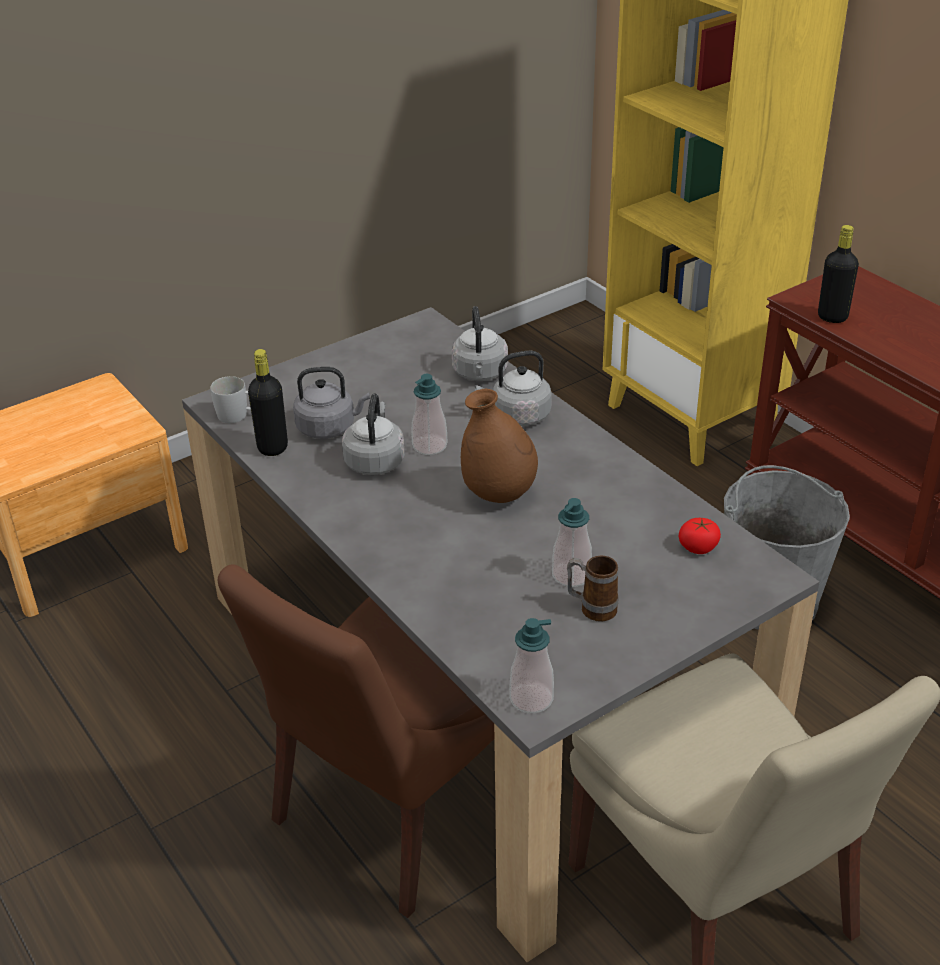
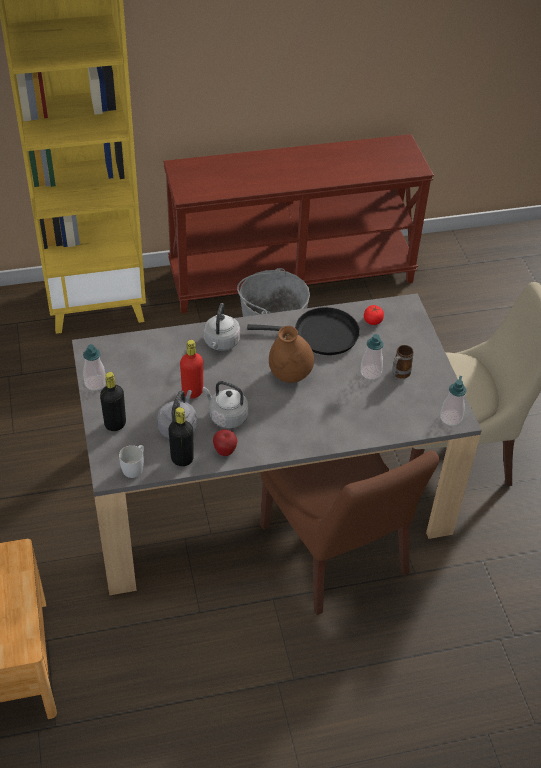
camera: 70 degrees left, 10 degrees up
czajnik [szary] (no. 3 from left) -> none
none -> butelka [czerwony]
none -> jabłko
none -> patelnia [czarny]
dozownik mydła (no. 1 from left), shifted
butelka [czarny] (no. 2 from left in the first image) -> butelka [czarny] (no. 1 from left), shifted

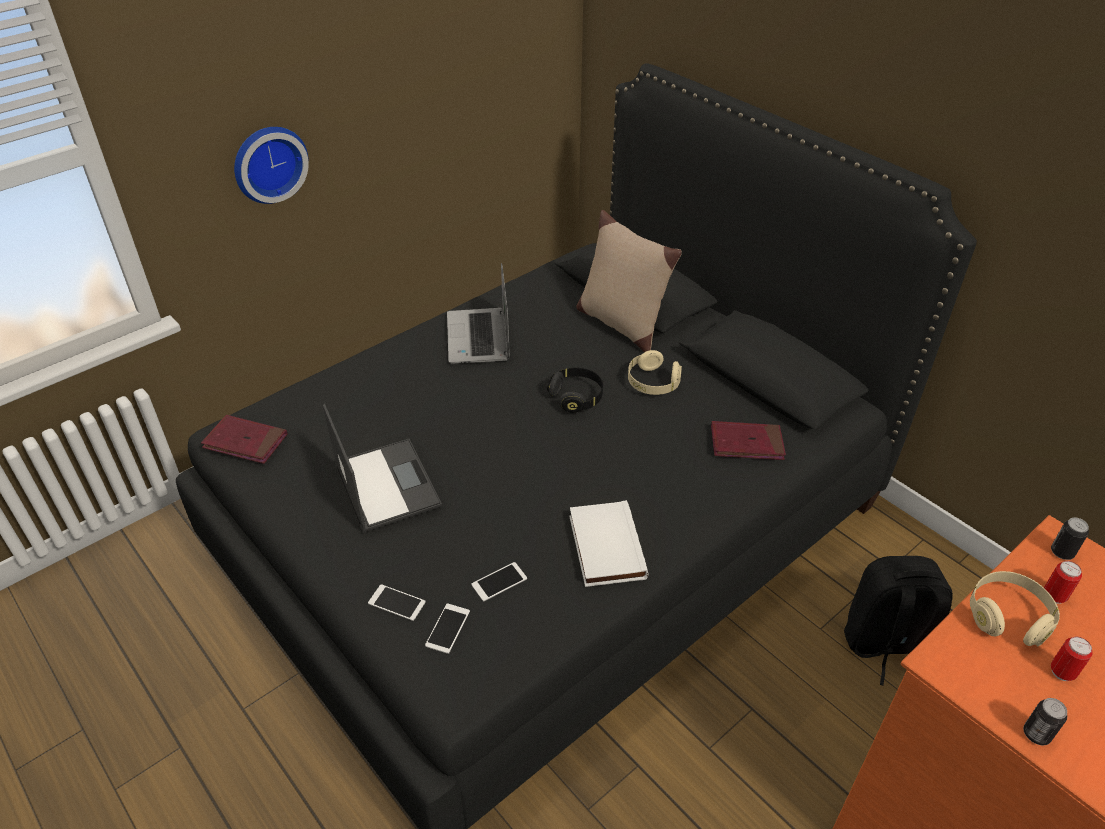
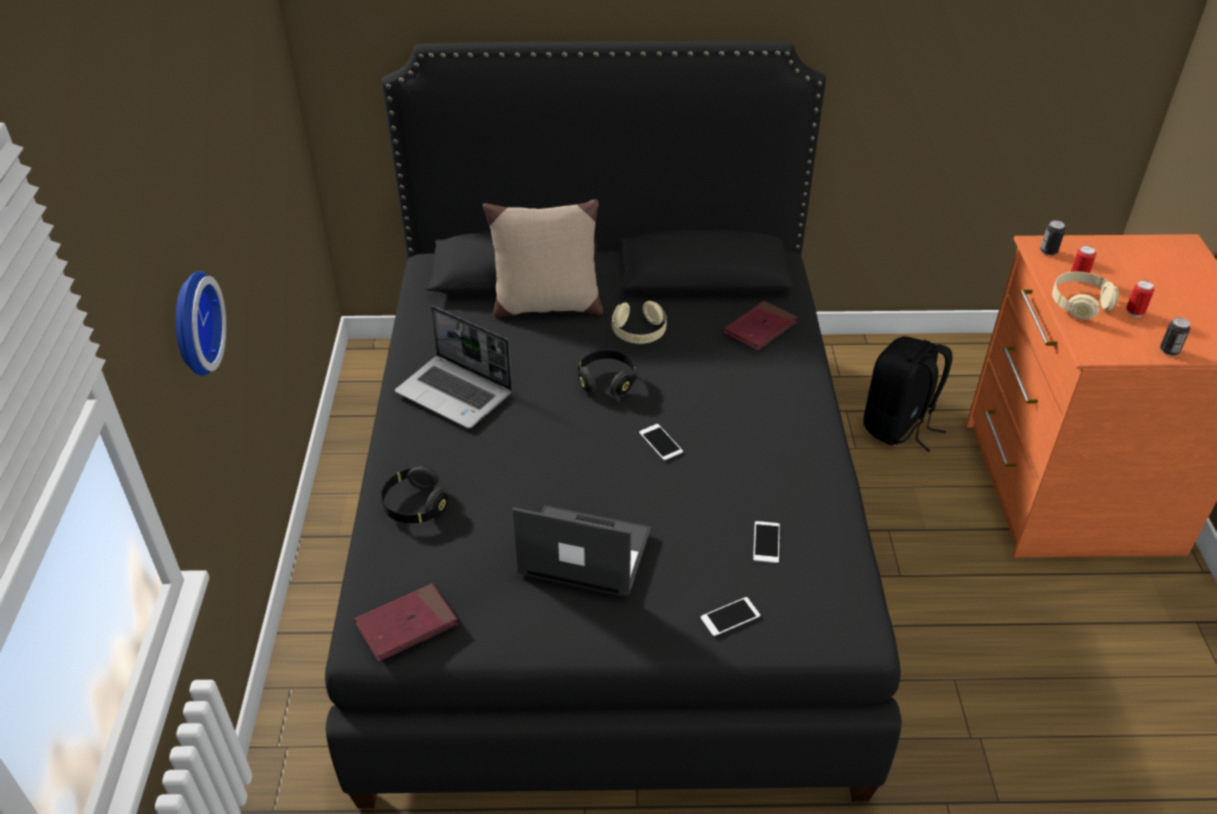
camera: 50 degrees left, 0 degrees up
książka [biały] -> none
none -> słuchawki [czarny] (no. 1 from left)
telefon (no. 2 from left in the first image) -> telefon (no. 1 from left), shifted

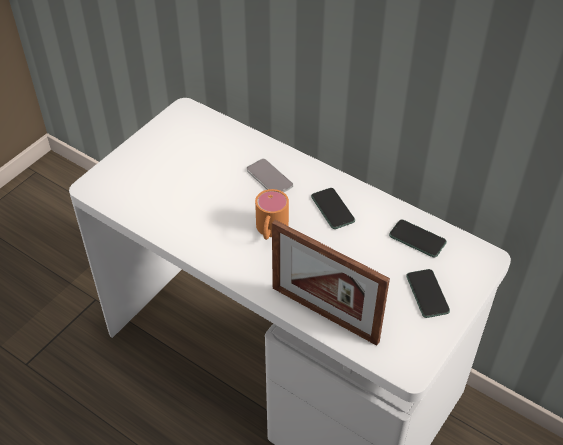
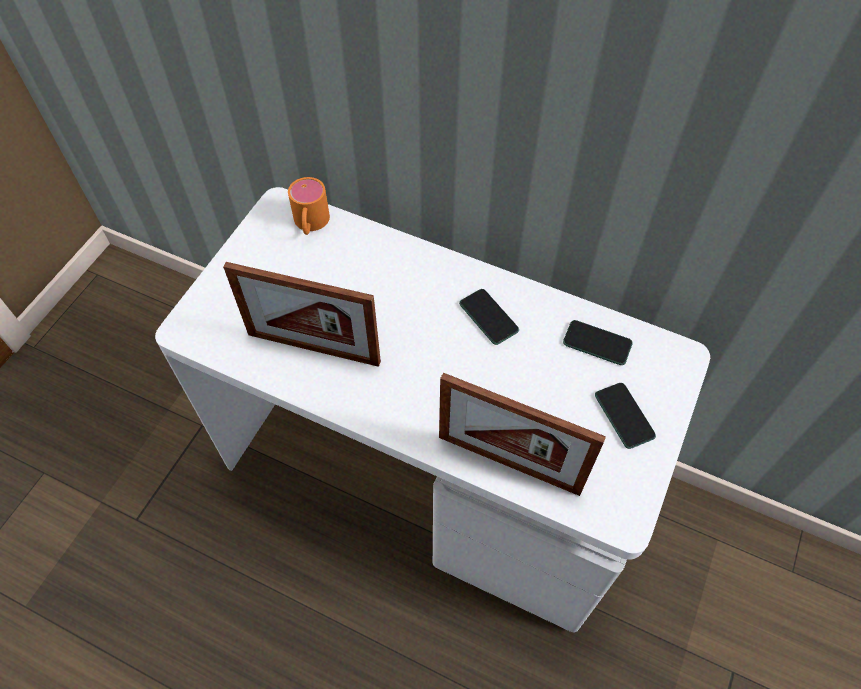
camera: 10 degrees left, 10 degrees up
telefon (no. 1 from left) -> none
none -> ramka na zdjęcie (no. 1 from left)
kubek [pomarańczowy], shifted

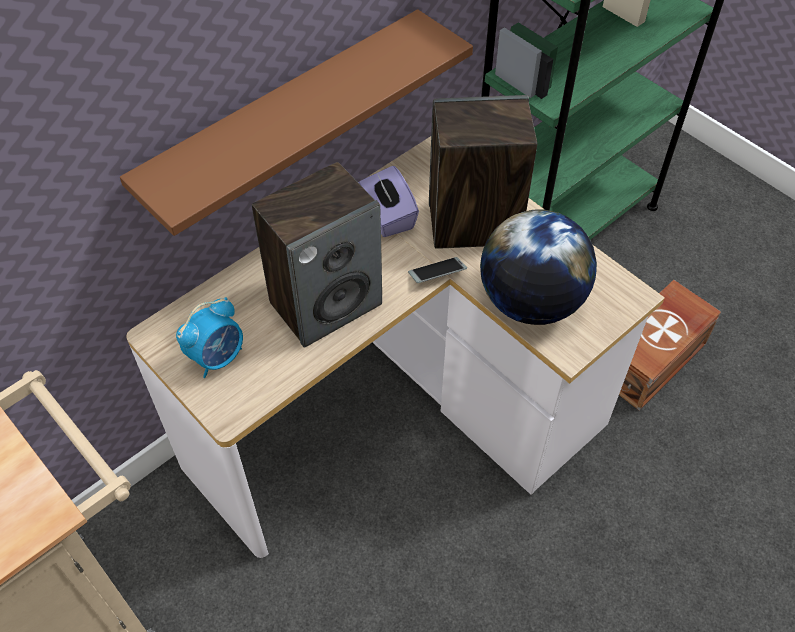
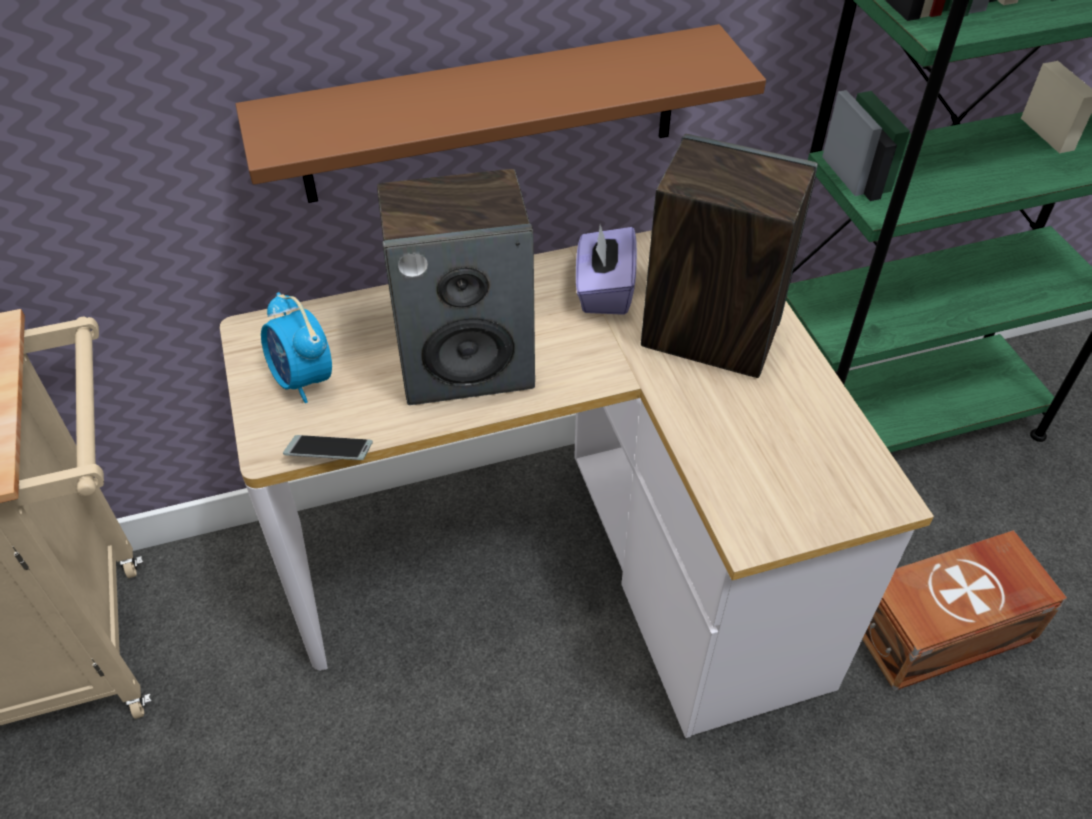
camera: 25 degrees right, 5 degrees down
globus -> none
telefon, shifted
budzik, 75 degrees clockwise

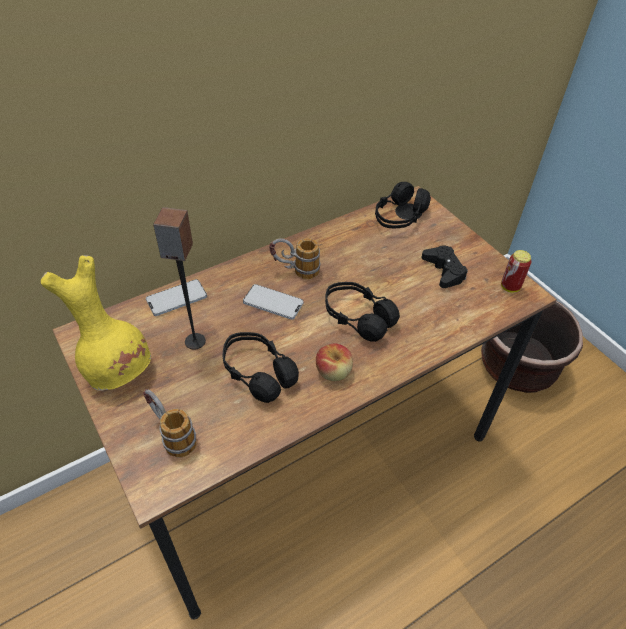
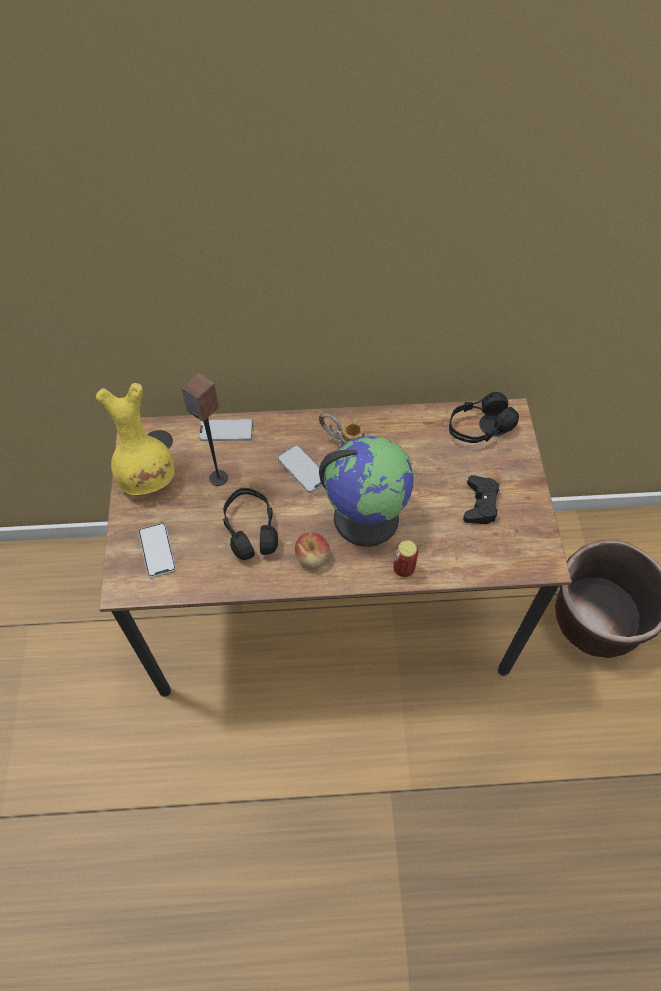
camera: 30 degrees right, 10 degrees up
puszka, shifted
kubek (no. 1 from left) -> telefon (no. 1 from left)
słuchawki [czarny] (no. 2 from left) -> globus

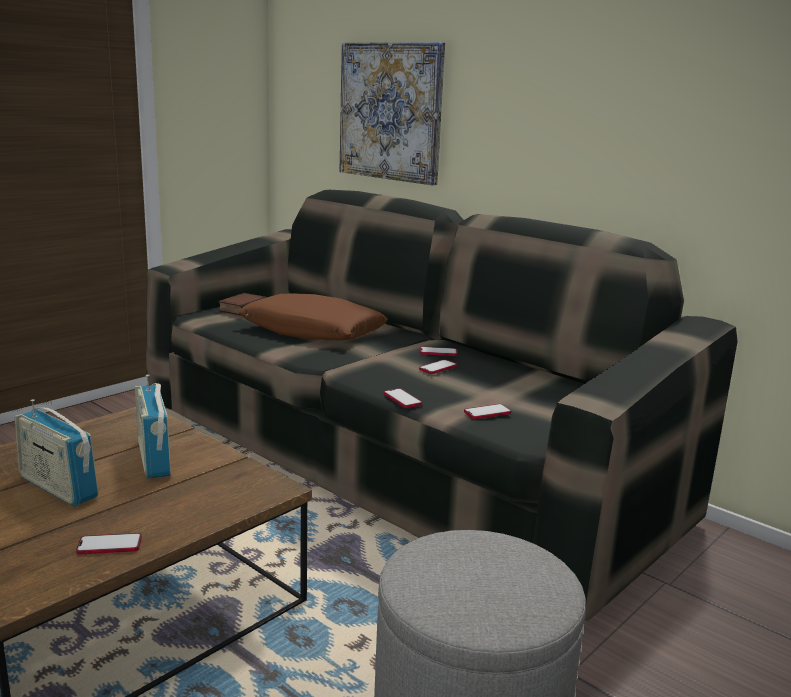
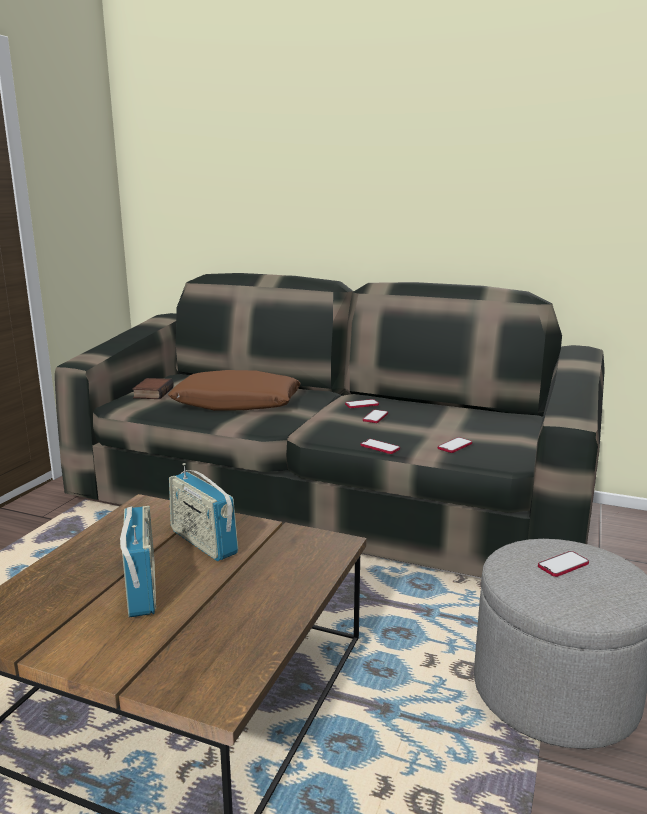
camera: 20 degrees left, 0 degrees up
obraz -> none
telefon (no. 1 from left in the first image) -> telefon (no. 5 from left), shifted
radio (no. 1 from left), 120 degrees counterclockwise

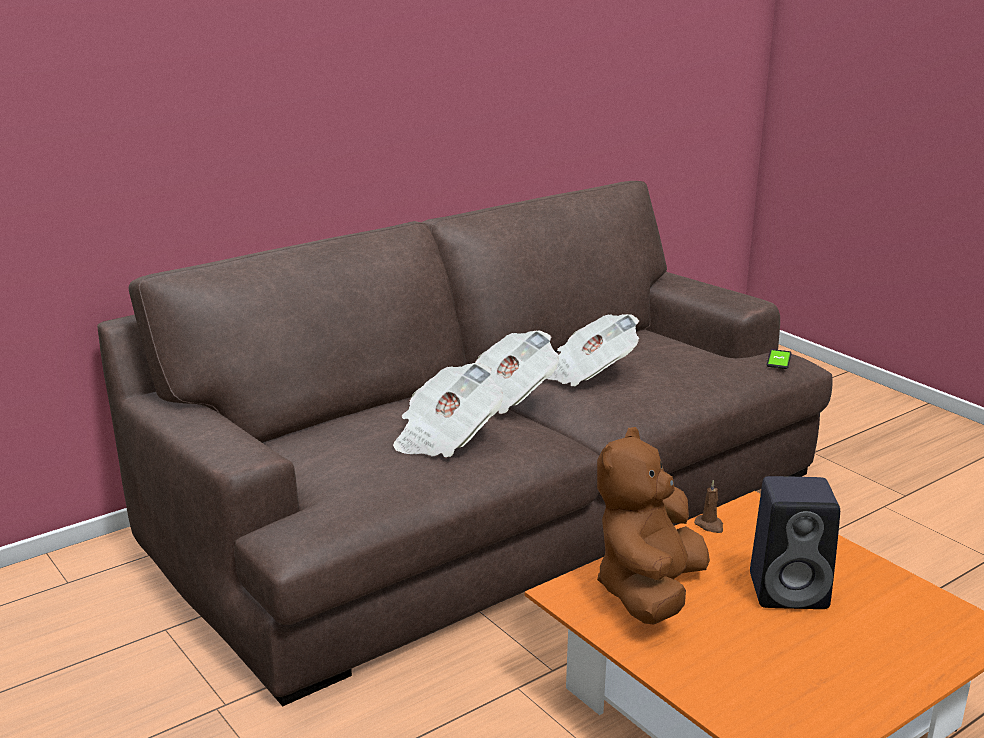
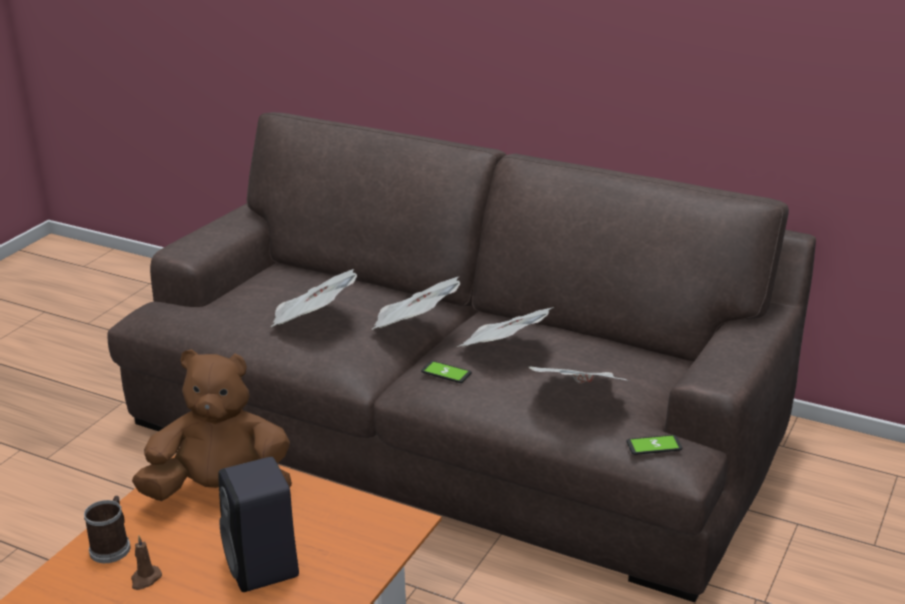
camera: 65 degrees right, 5 degrees up
none -> kubek
none -> telefon (no. 1 from left)
none -> gazeta (no. 4 from left)
świeca [brązowy], shifted

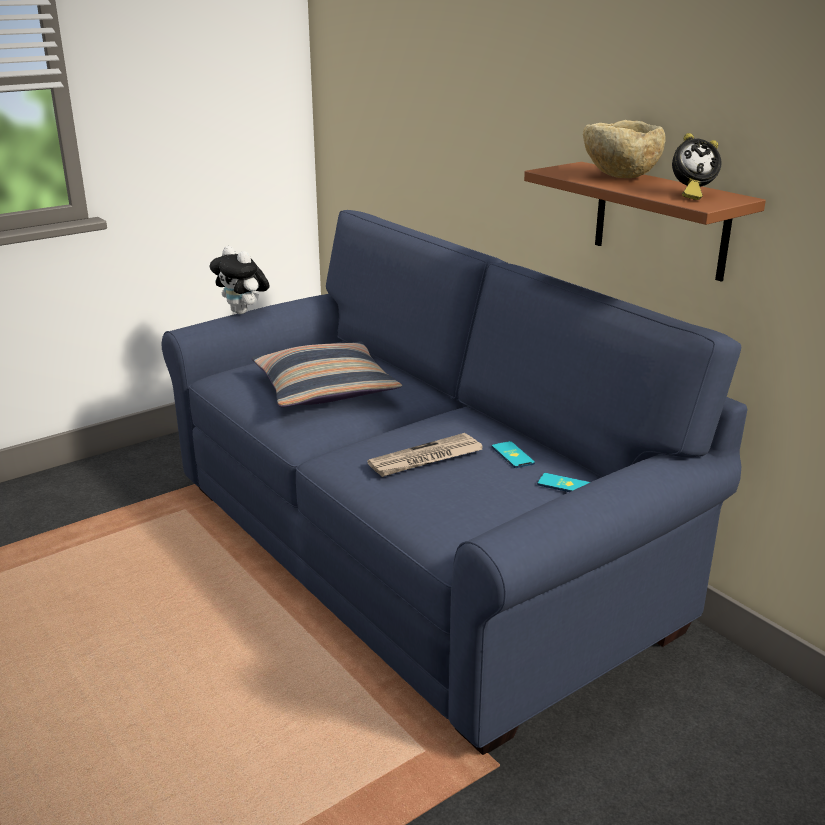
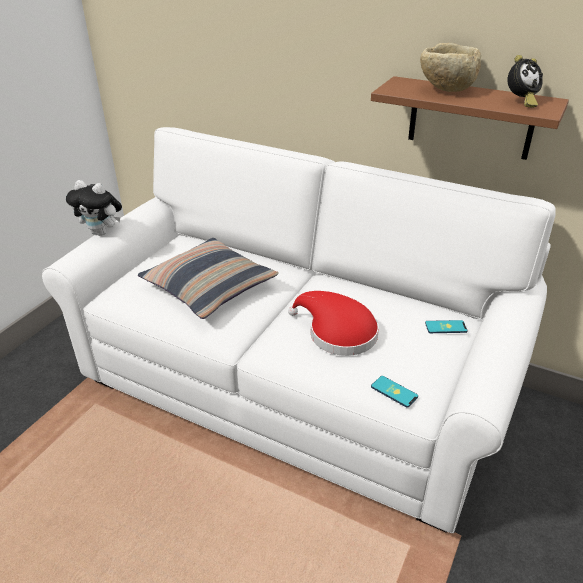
camera: 25 degrees left, 10 degrees up
telefon (no. 1 from left), shifted
gazeta -> kapelusz [czerwony]
kanapa [niebieski] -> kanapa [biały]

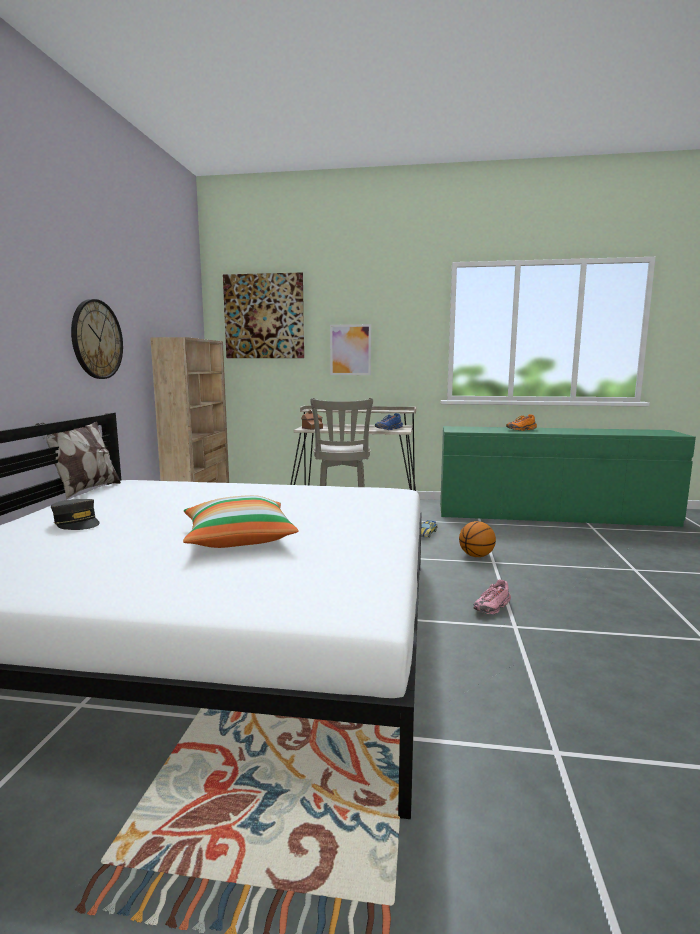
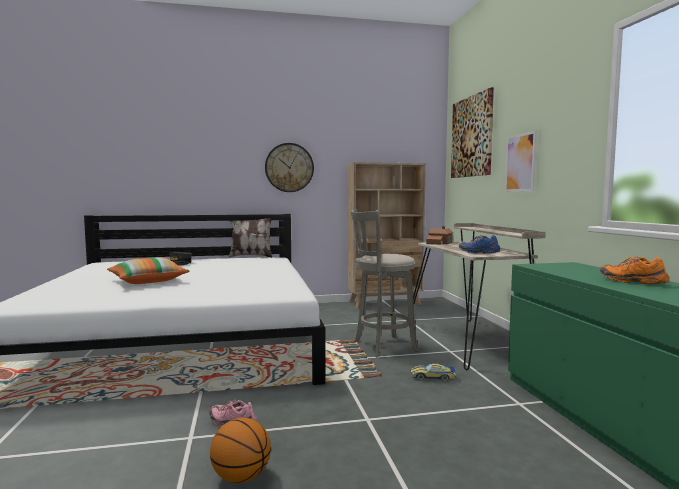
camera: 70 degrees right, 5 degrees down
piłka do koszykówki, shifted

